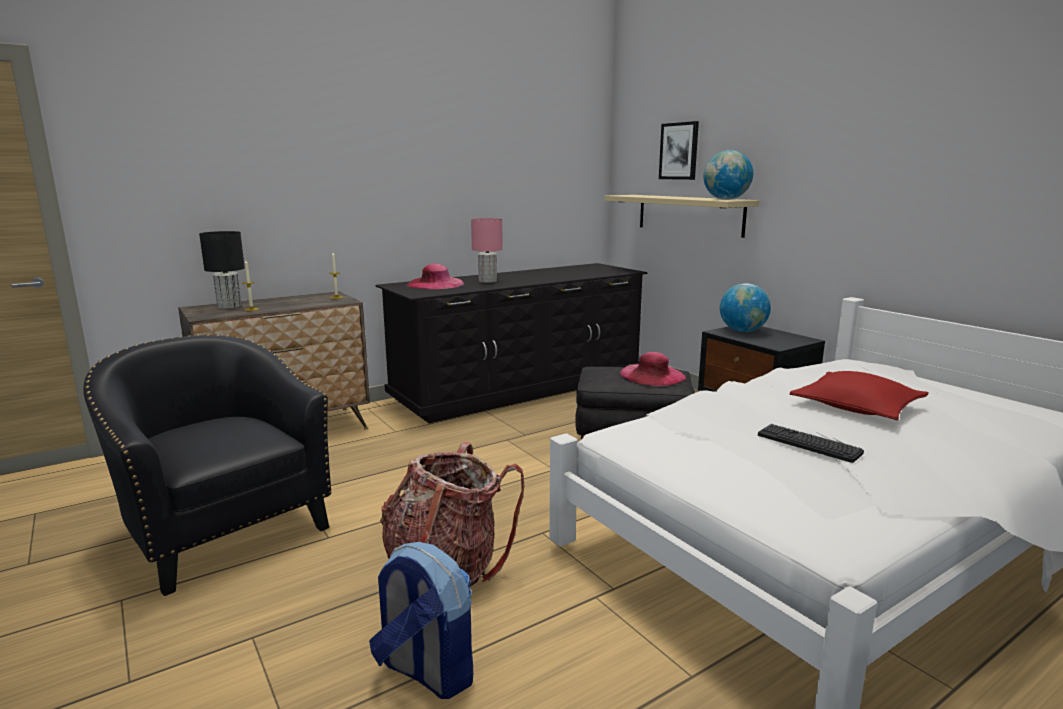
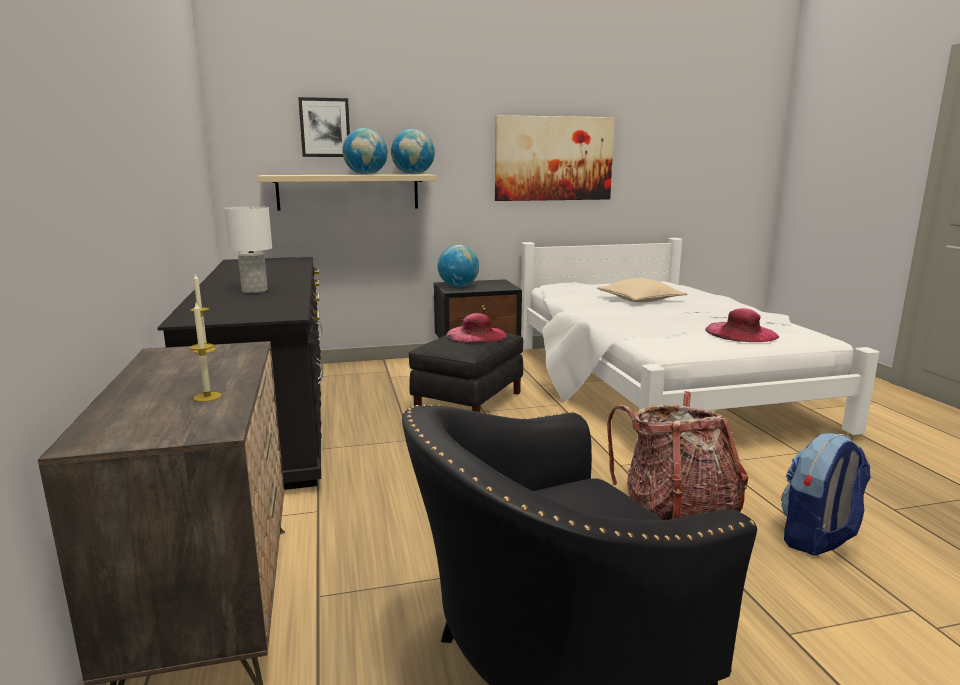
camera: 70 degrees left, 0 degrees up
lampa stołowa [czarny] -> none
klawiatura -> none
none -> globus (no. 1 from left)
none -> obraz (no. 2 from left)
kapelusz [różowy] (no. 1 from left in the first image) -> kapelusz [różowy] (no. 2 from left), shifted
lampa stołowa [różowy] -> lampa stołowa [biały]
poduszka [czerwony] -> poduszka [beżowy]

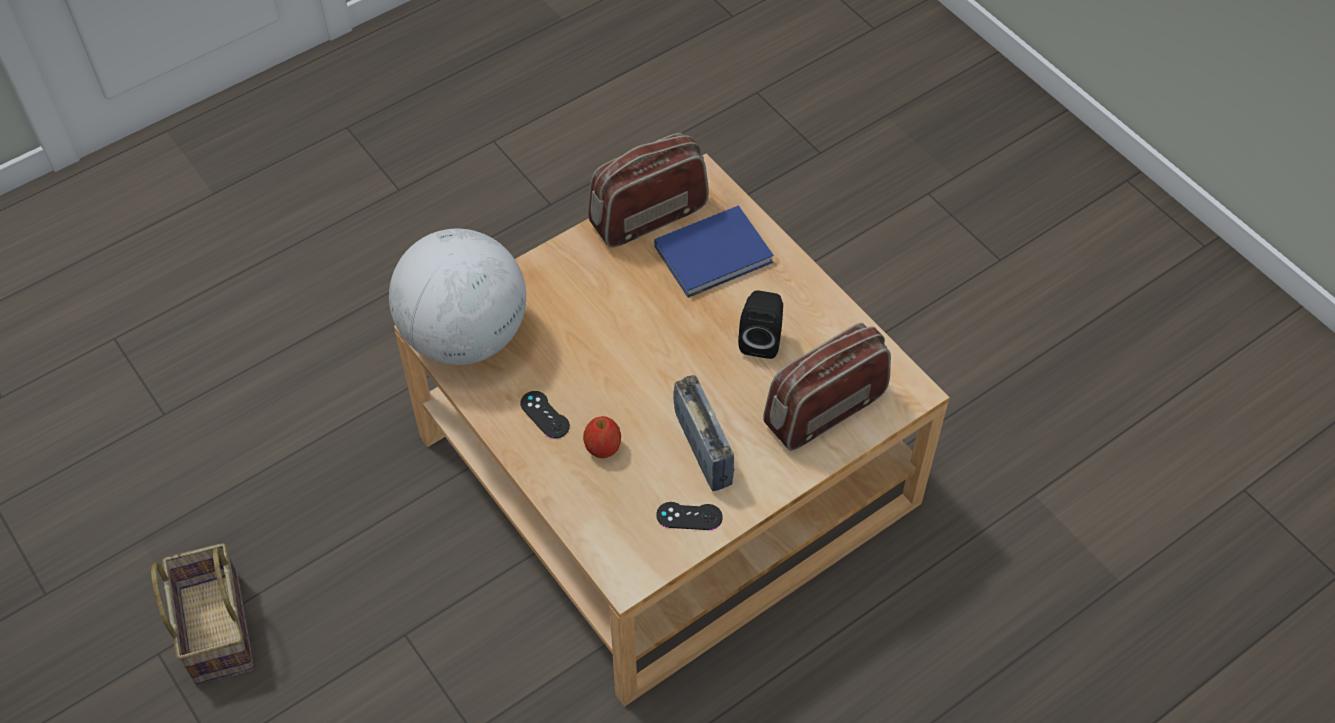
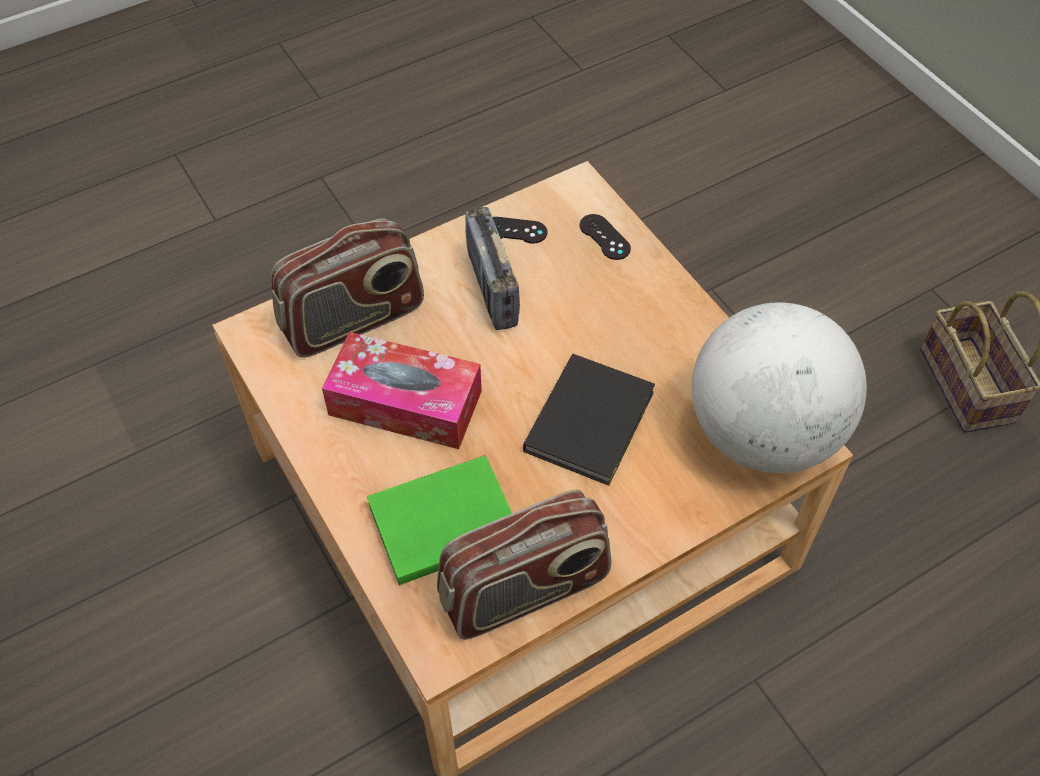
camera: 175 degrees left, 0 degrees up
jabłko -> none
none -> książka [czarny]
pad do gier [czarny] (no. 1 from left in the first image) -> pad do gier [czarny] (no. 2 from left), shifted
głośnik [czarny] -> pudełko chusteczek
książka [niebieski] -> książka [zielony]

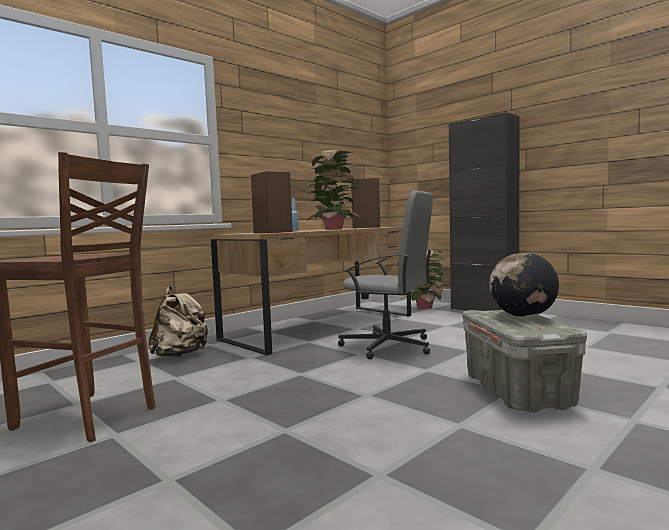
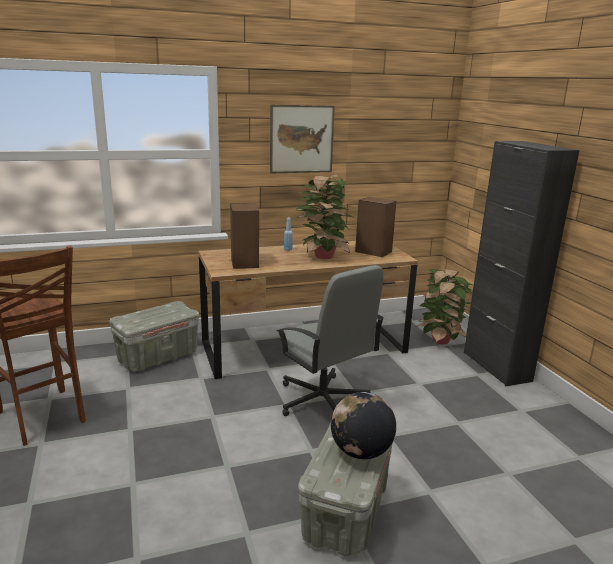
camera: 25 degrees right, 15 degrees up
none -> obraz
plecak [beżowy] -> pojemnik do przechowywania [szary] (no. 1 from left)

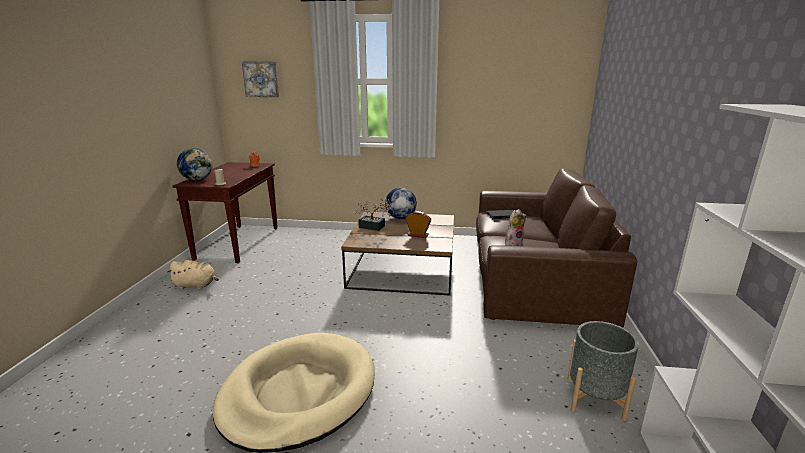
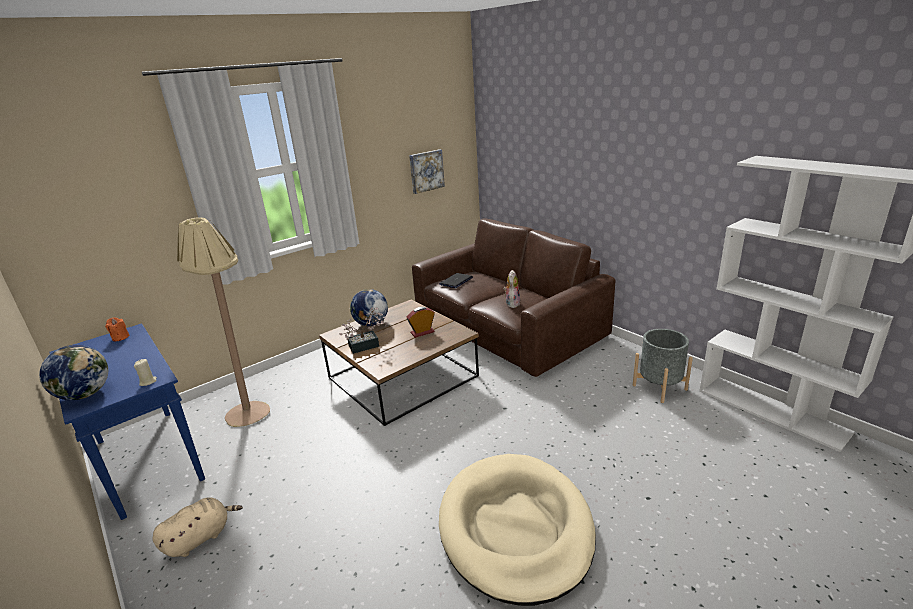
camera: 45 degrees left, 5 degrees up
none -> lampa stojąca [beżowy]
obraz, shifted
stolik konsolowy [brązowy] -> stolik konsolowy [niebieski]

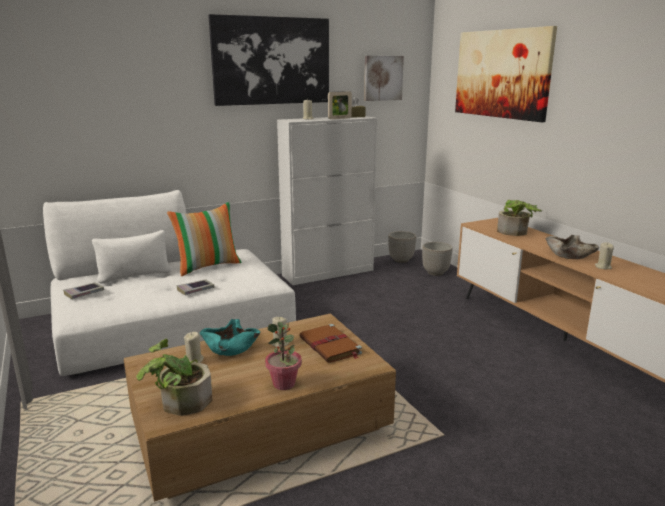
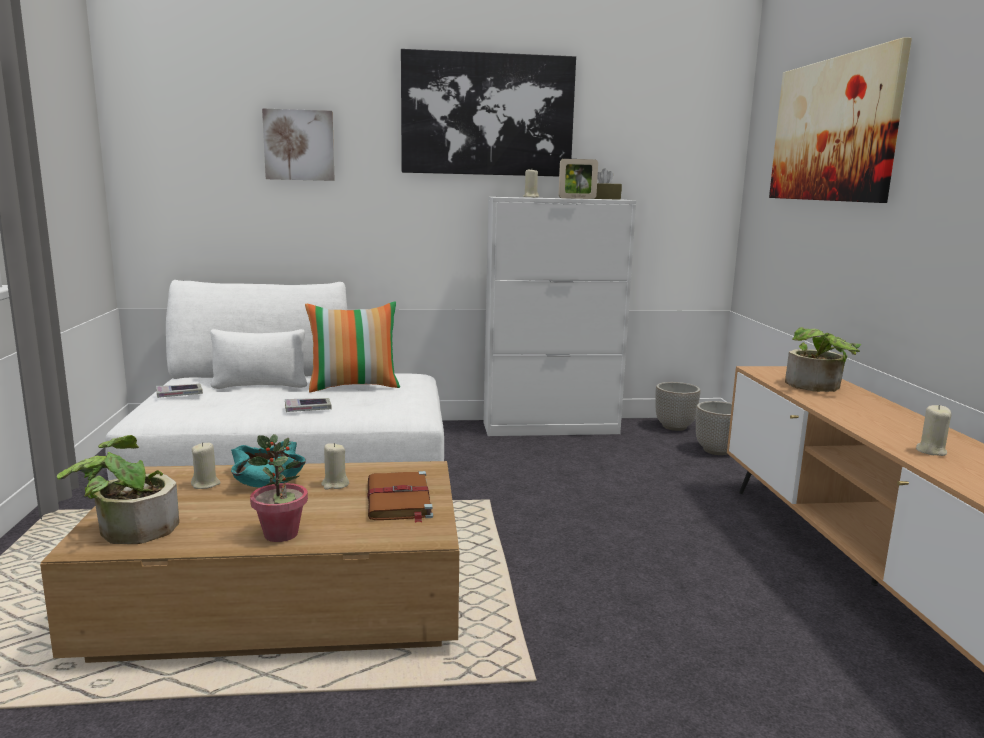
camera: 20 degrees right, 5 degrees down
miska [beżowy] -> none
obraz (no. 2 from left in the first image) -> obraz (no. 1 from left), shifted

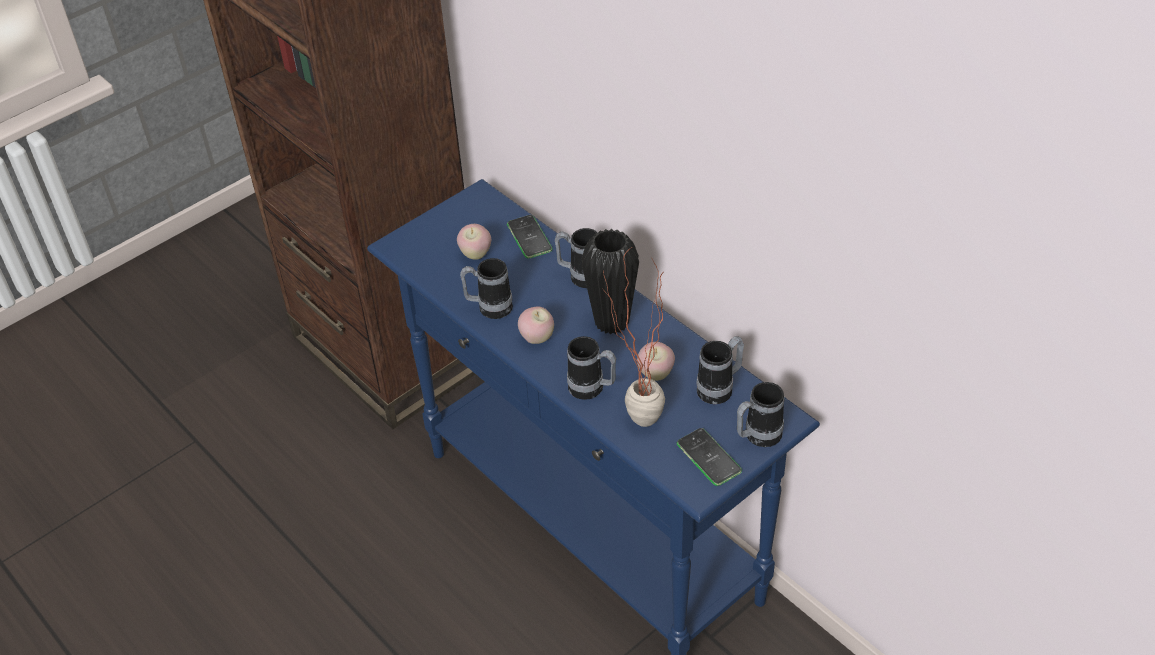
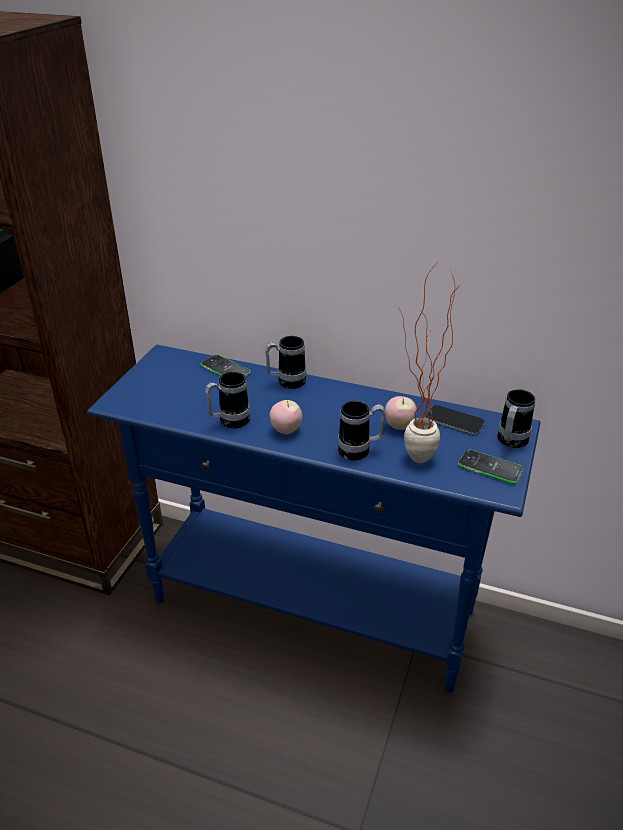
camera: 30 degrees left, 10 degrees down
jabłko (no. 1 from left) -> none
wazon [czarny] -> none
kubek (no. 4 from left) -> telefon (no. 2 from left)

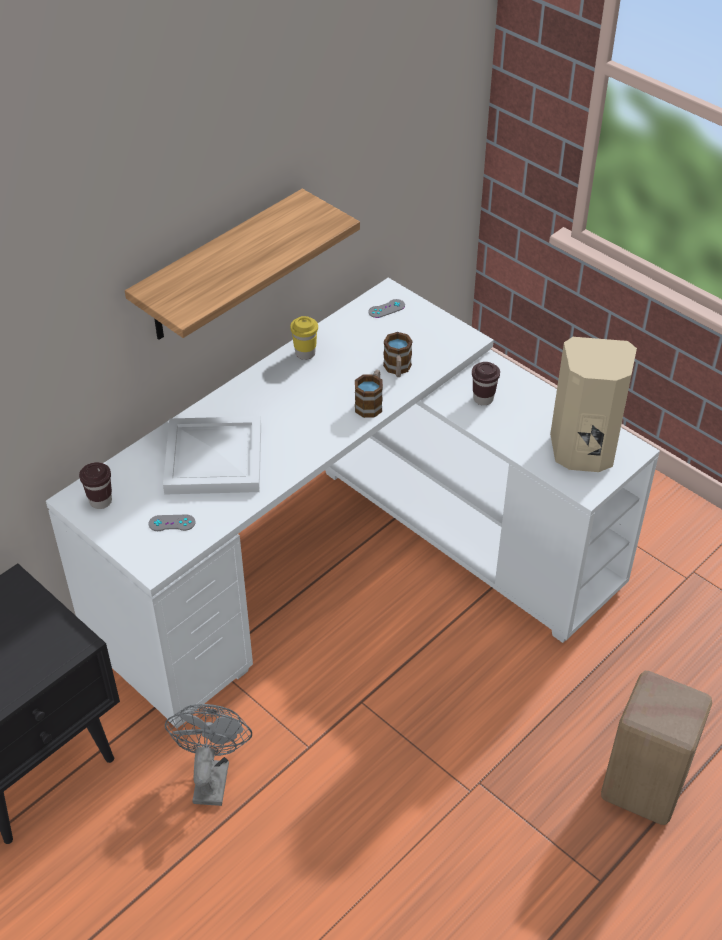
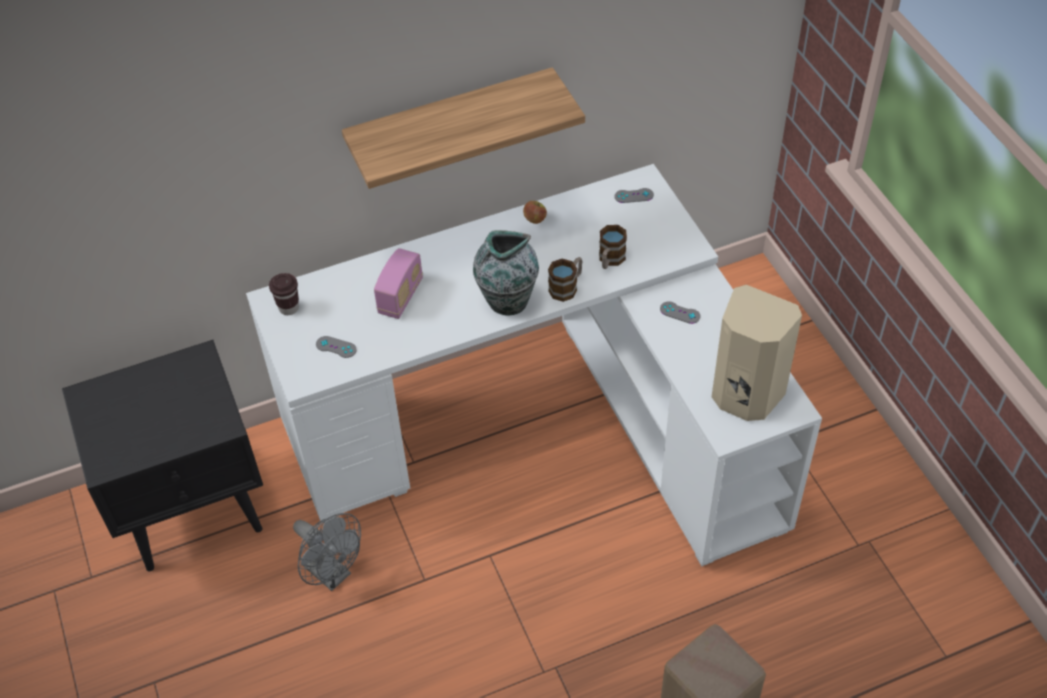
camera: 25 degrees right, 5 degrees up
none -> wazon
taca [biały] -> radio
filiżanka [żółty] -> jabłko
filiżanka [brązowy] (no. 2 from left) -> pad do gier [szary] (no. 3 from left)
wentylator [szary], 105 degrees clockwise

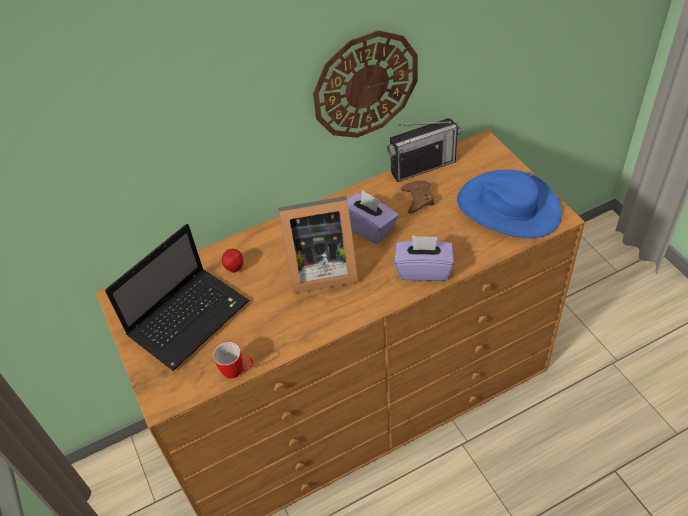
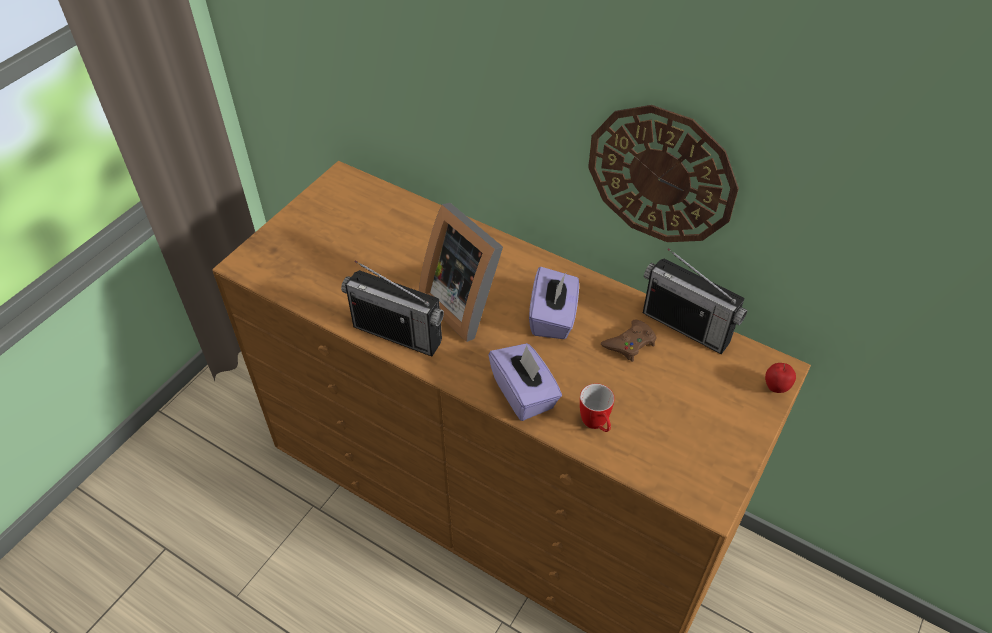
camera: 55 degrees right, 0 degrees up
laptop -> none
kapelusz [niebieski] -> none
none -> radio (no. 1 from left)
kubek, shifted
jabłko, shifted

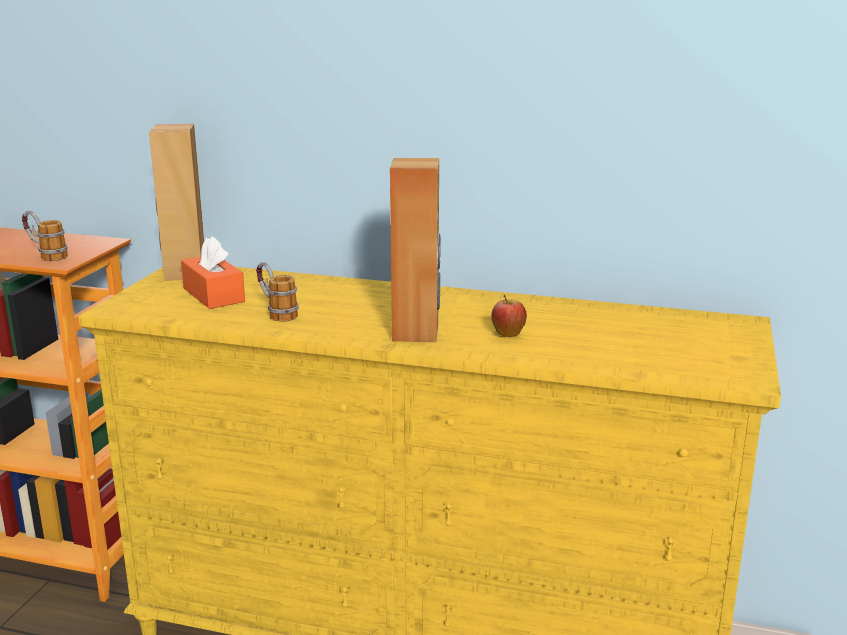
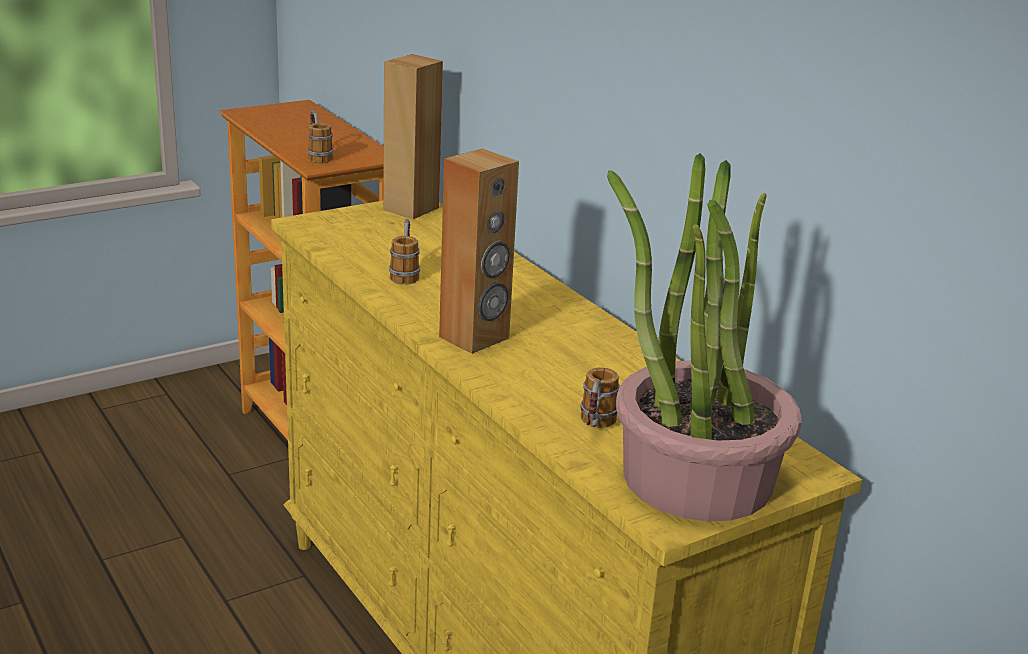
camera: 40 degrees right, 5 degrees up
pudełko chusteczek [pomarańczowy] -> none
jabłko -> none
none -> kubek (no. 3 from left)
none -> roślina doniczkowa

